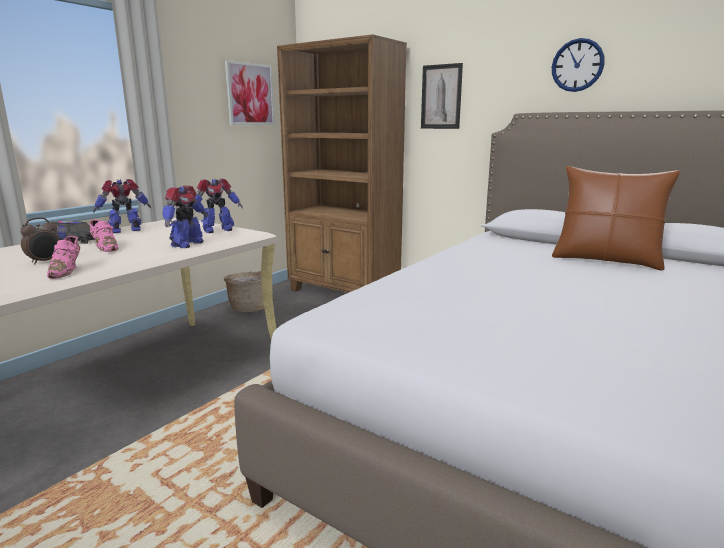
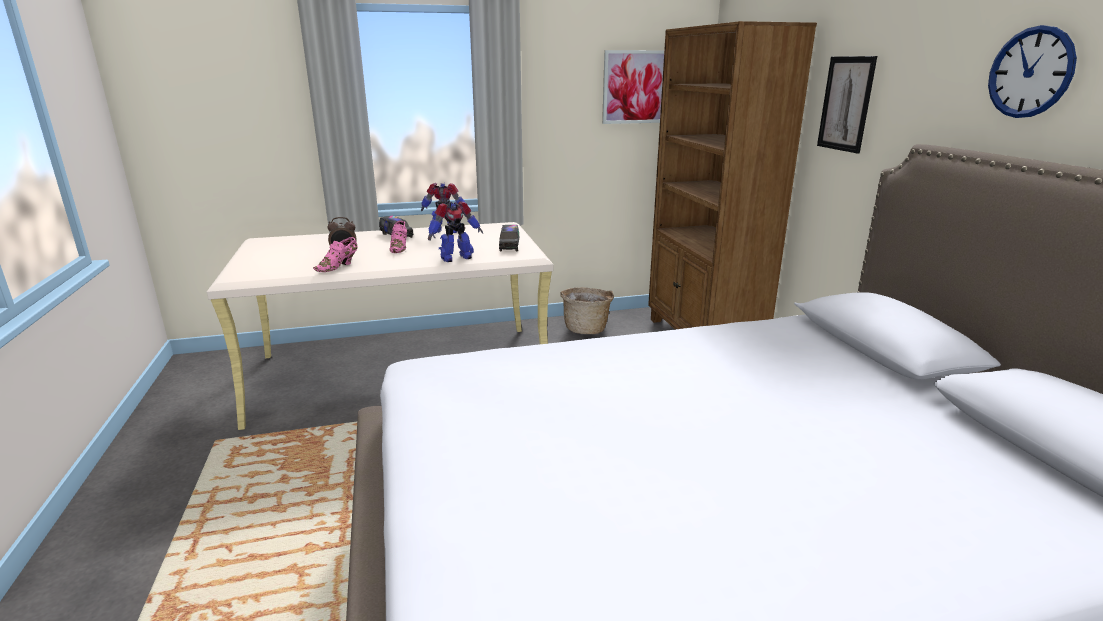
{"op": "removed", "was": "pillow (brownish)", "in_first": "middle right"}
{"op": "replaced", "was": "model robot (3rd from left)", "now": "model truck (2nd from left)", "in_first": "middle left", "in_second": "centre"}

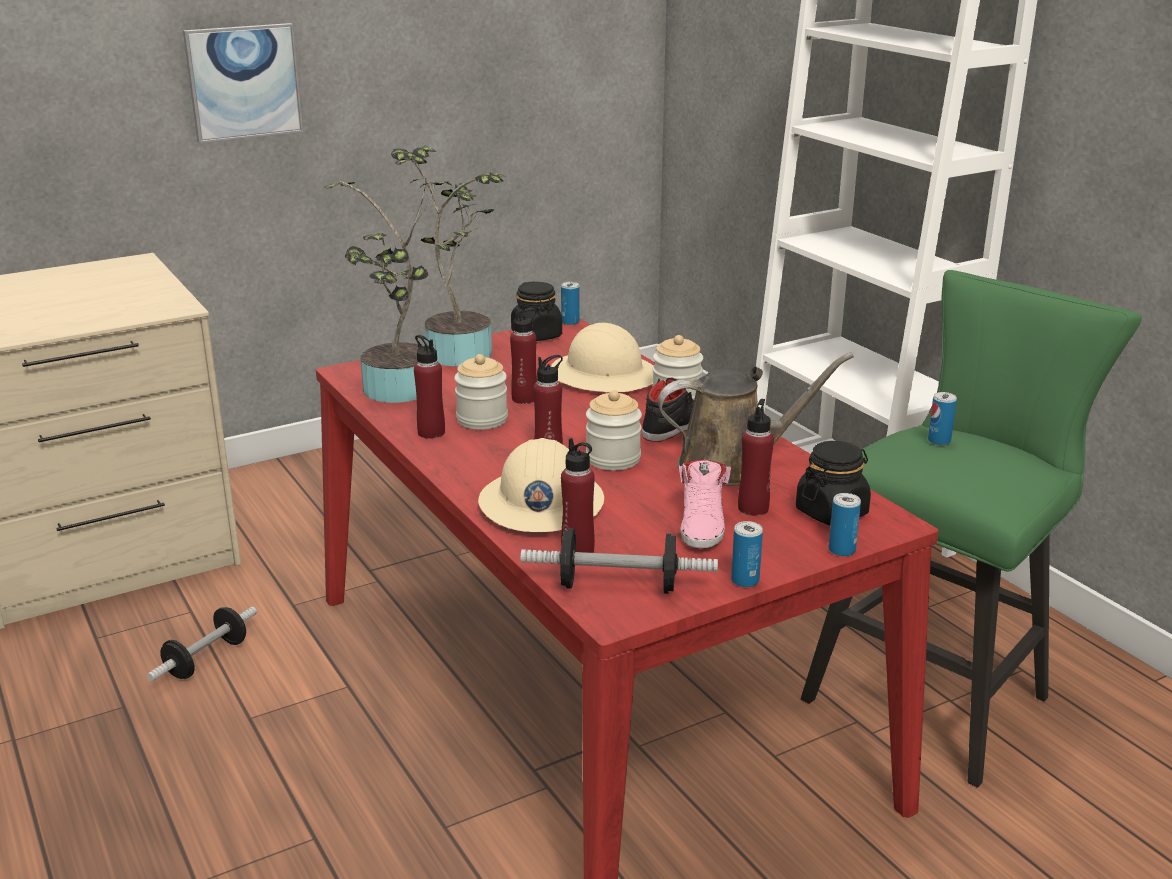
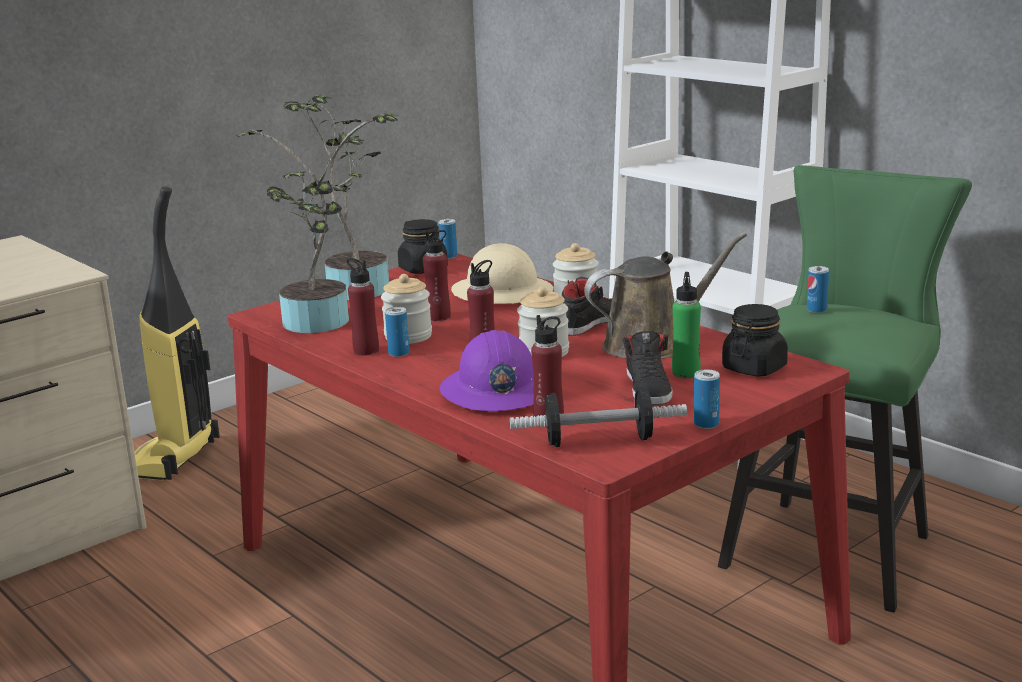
{"op": "removed", "was": "free weight (1st from left)", "in_first": "bottom left"}
{"op": "removed", "was": "wall picture", "in_first": "top left"}
{"op": "added", "now": "hoover", "in_second": "middle left"}
{"op": "moved", "was": "can (3rd from left in the first image)", "now": "can (1st from left)", "in_first": "middle right", "in_second": "centre"}
{"op": "recoloured", "was": "hard hat (beige) (1st from left)", "now": "hard hat (purple)", "in_first": "centre", "in_second": "centre"}
{"op": "recoloured", "was": "item of footwear (pink-coloured)", "now": "item of footwear (blackish) (2nd from left)", "in_first": "centre", "in_second": "centre"}
{"op": "recoloured", "was": "bottle (reddish) (5th from left)", "now": "bottle (green)", "in_first": "centre", "in_second": "middle right"}

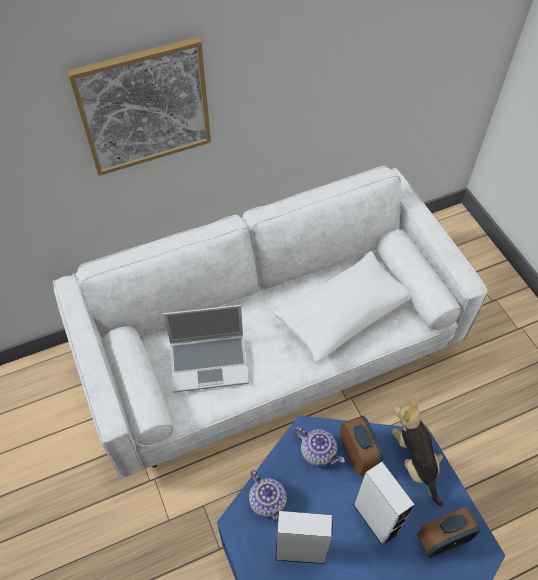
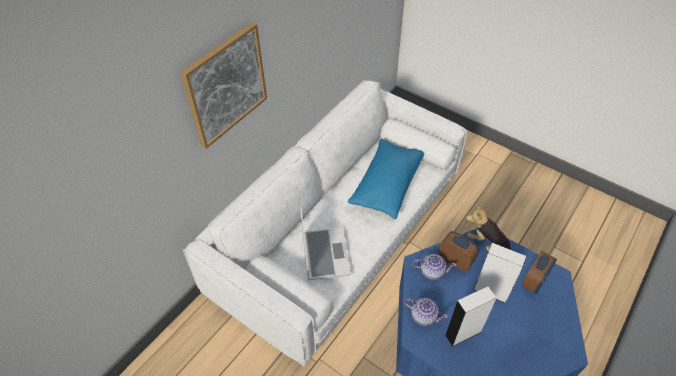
{"op": "recoloured", "was": "pillow (white-coloured)", "now": "pillow (bluish)", "in_first": "centre", "in_second": "centre"}
{"op": "turned", "was": "laptop", "in_first": "centre", "in_second": "centre", "clockwise": -60}

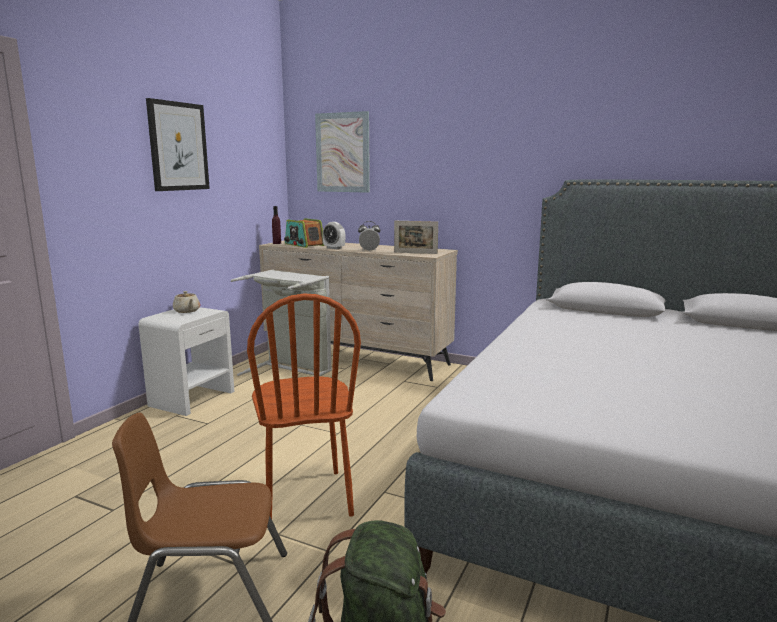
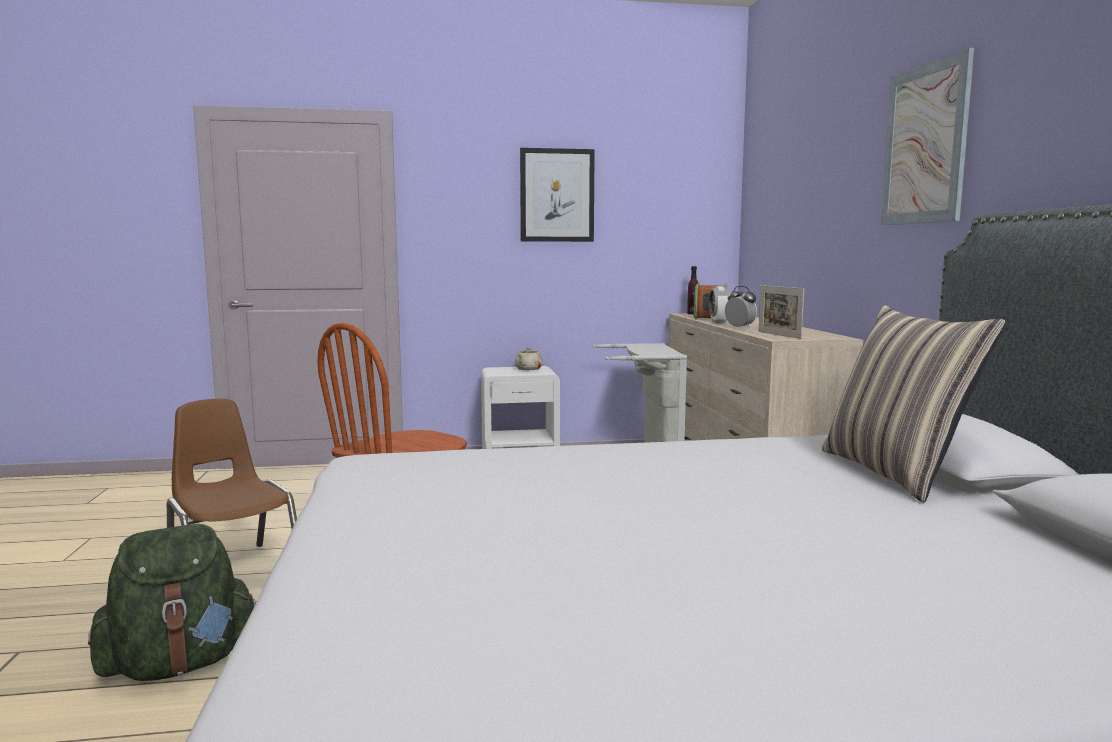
{"op": "added", "now": "pillow", "in_second": "middle right"}
{"op": "moved", "was": "wall picture (2nd from left)", "in_first": "top centre", "in_second": "top right"}

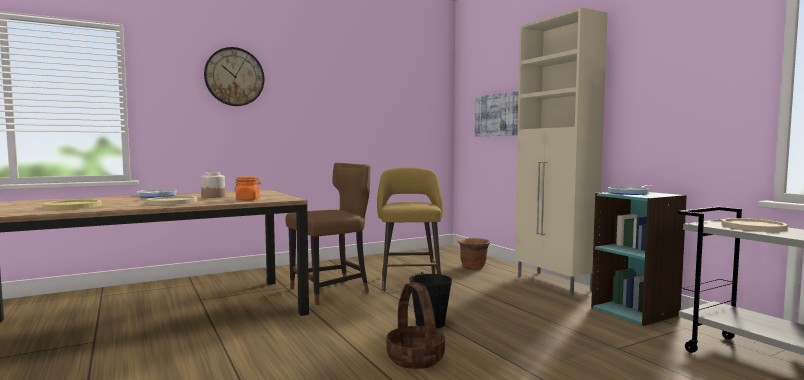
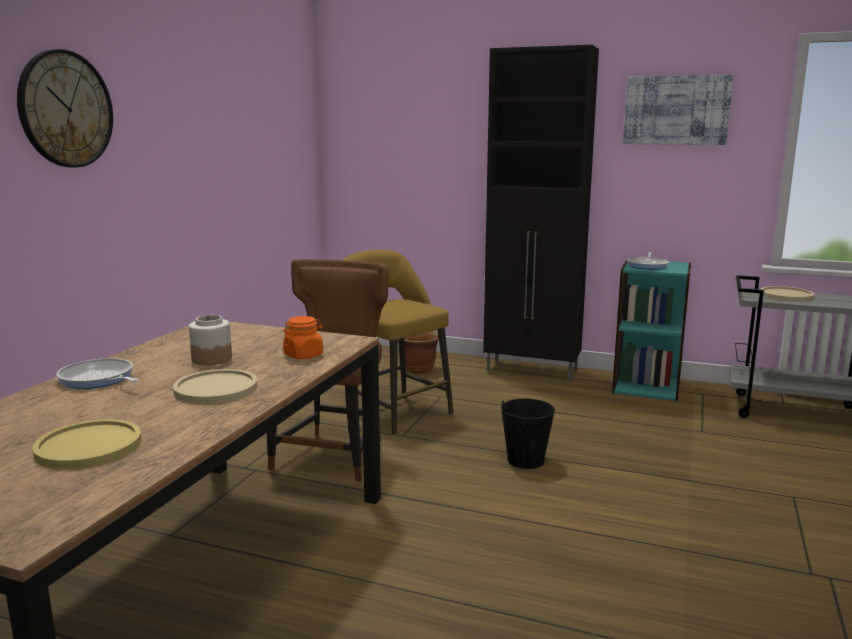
{"op": "removed", "was": "storage basket", "in_first": "bottom centre"}
{"op": "moved", "was": "wall picture", "in_first": "top centre", "in_second": "top right"}
{"op": "recoloured", "was": "cupboard (beige)", "now": "cupboard (blackish)", "in_first": "middle right", "in_second": "centre"}

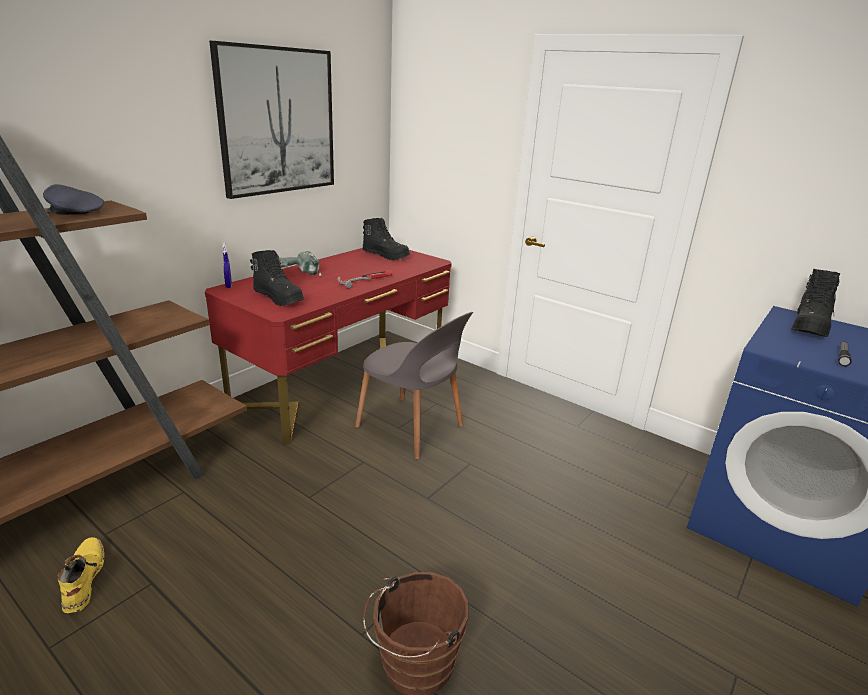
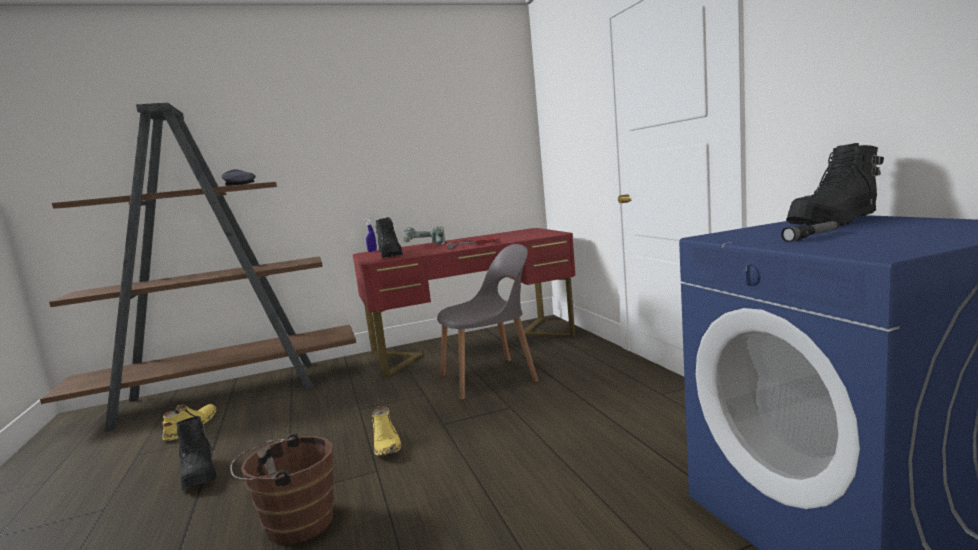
{"op": "removed", "was": "wall picture", "in_first": "top left"}
{"op": "added", "now": "tall boot (yellow) (2nd from left)", "in_second": "bottom centre"}
{"op": "moved", "was": "tall boot (blackish) (2nd from left in the first image)", "now": "tall boot (blackish) (1st from left)", "in_first": "centre", "in_second": "bottom left"}
{"op": "turned", "was": "plain chair (gray)", "in_first": "centre", "in_second": "centre", "clockwise": -90}

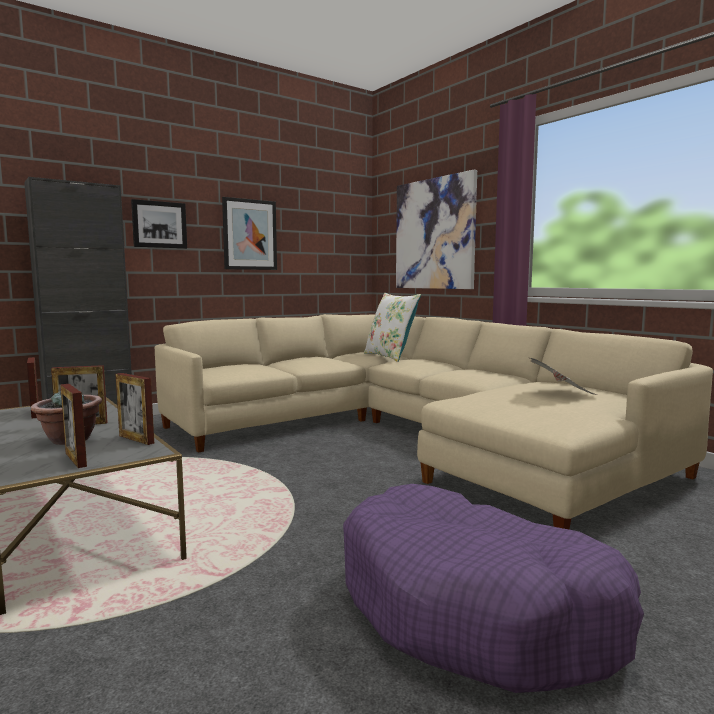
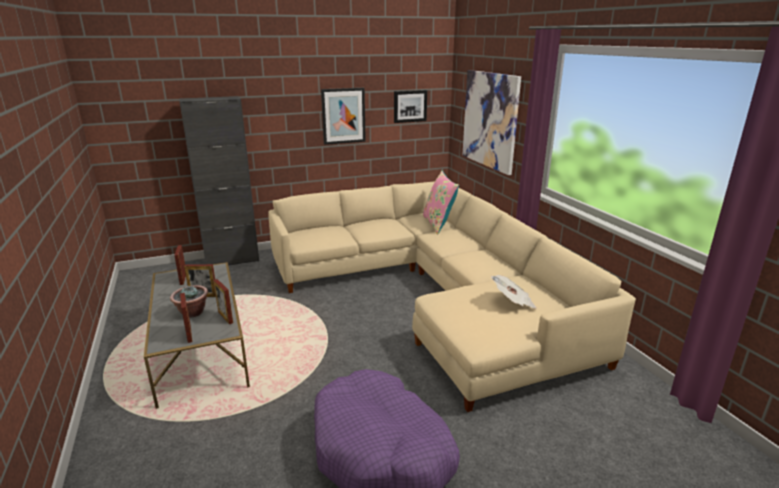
{"op": "moved", "was": "wall picture (1st from left in the first image)", "now": "wall picture (2nd from left)", "in_first": "top left", "in_second": "top centre"}
{"op": "recoloured", "was": "pillow (white-coloured)", "now": "pillow (pink-coloured)", "in_first": "centre", "in_second": "centre"}

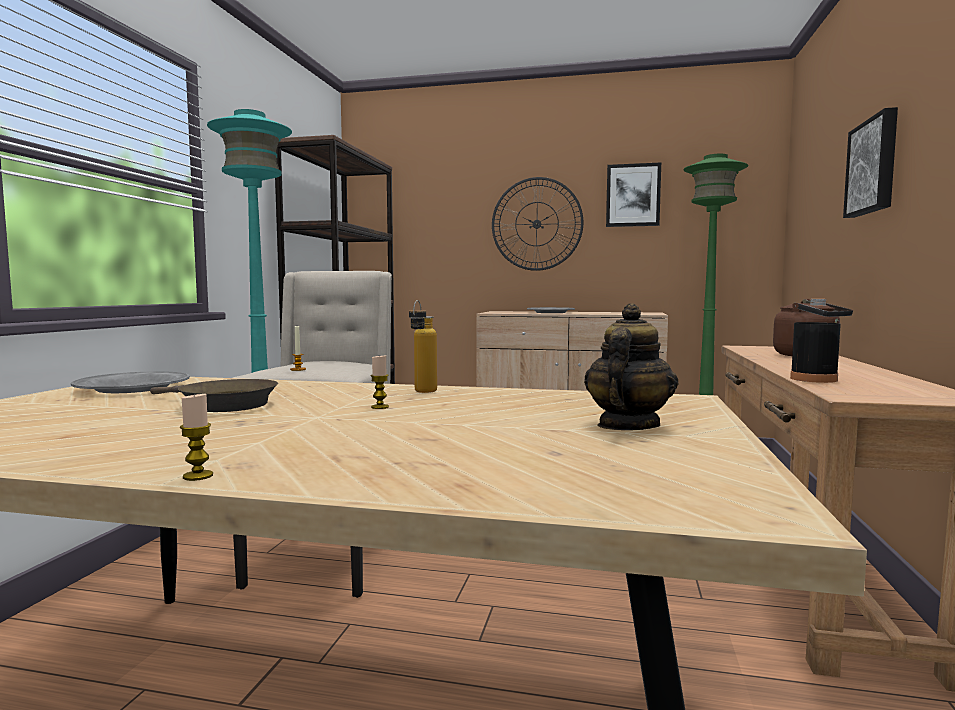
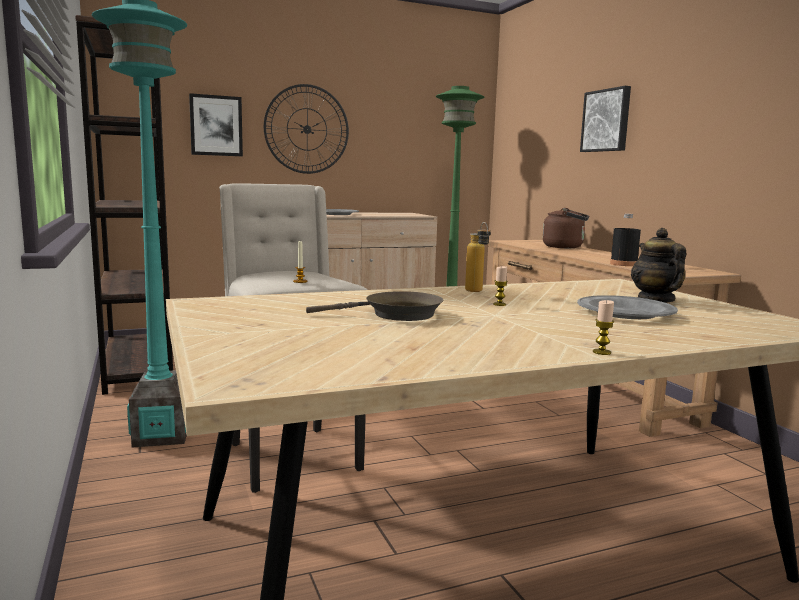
{"op": "moved", "was": "plate (gray) (1st from left in the first image)", "now": "plate (gray) (2nd from left)", "in_first": "middle left", "in_second": "middle right"}
{"op": "moved", "was": "wall picture (1st from left)", "in_first": "top centre", "in_second": "top left"}

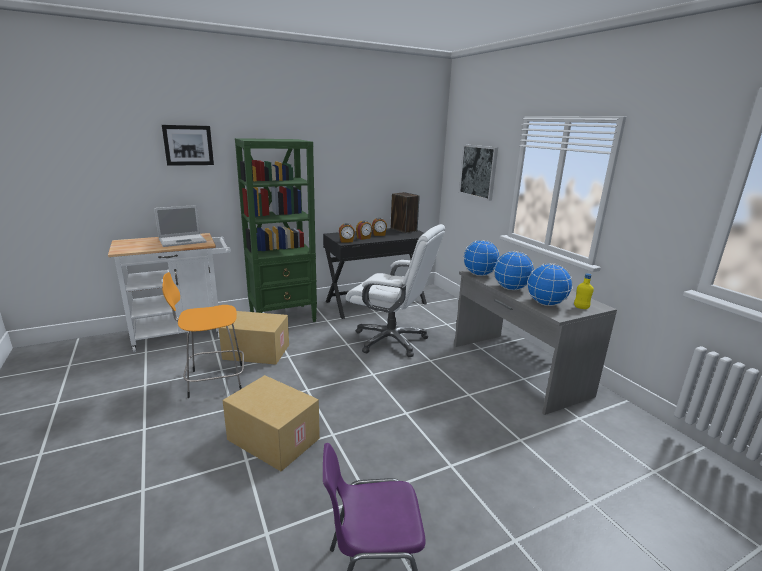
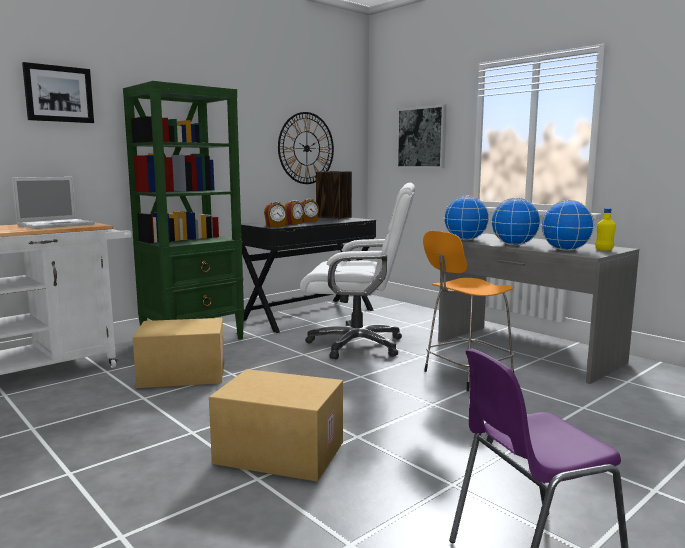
{"op": "added", "now": "wall clock", "in_second": "top centre"}
{"op": "moved", "was": "sitting stool (orange)", "in_first": "middle left", "in_second": "middle right"}

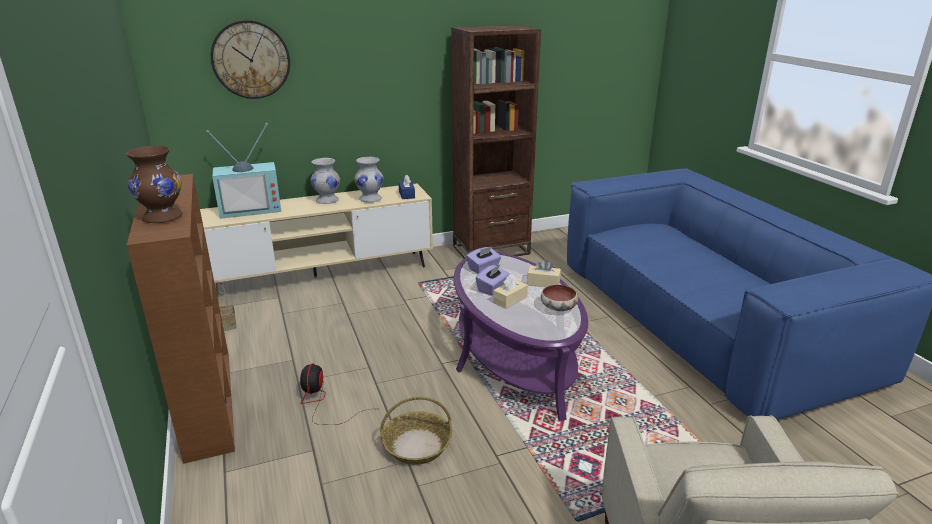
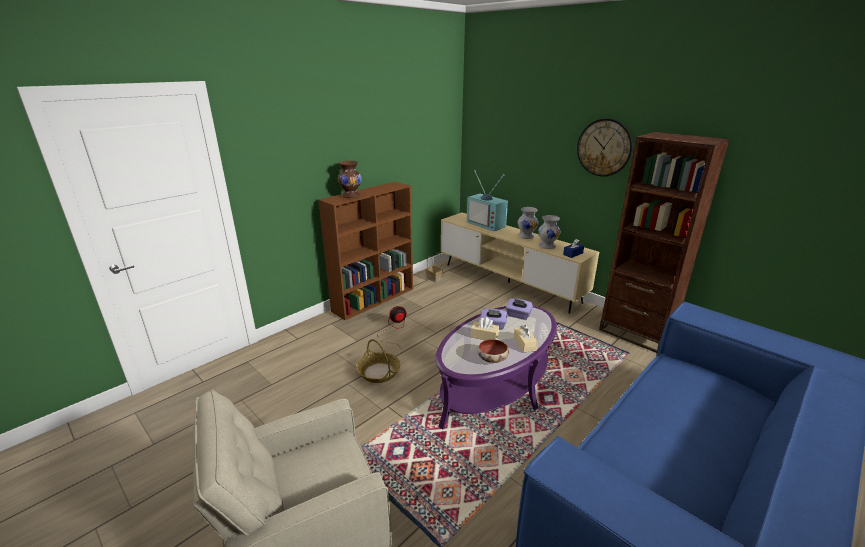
{"op": "moved", "was": "wall clock", "in_first": "top left", "in_second": "top right"}

